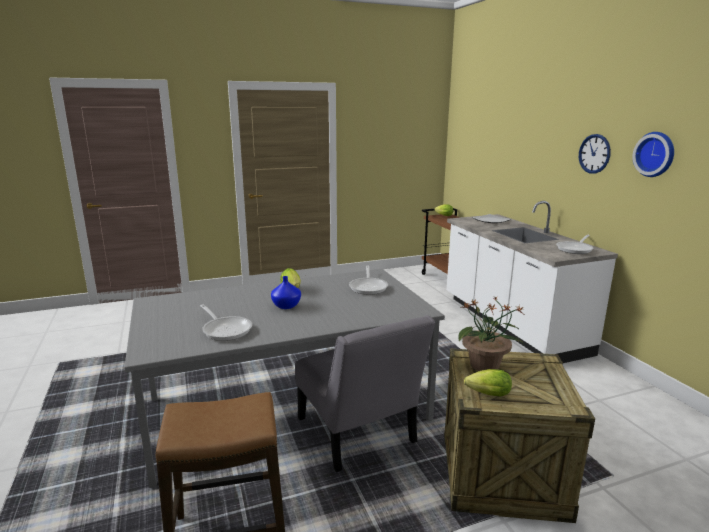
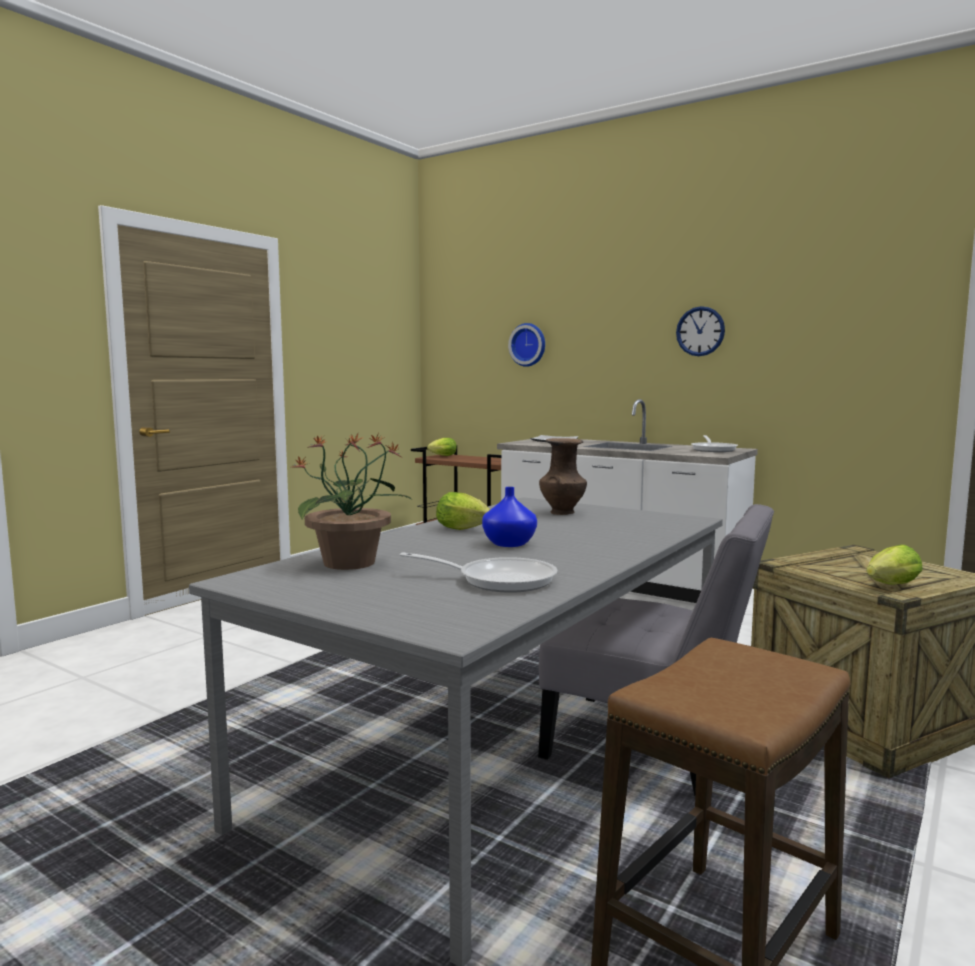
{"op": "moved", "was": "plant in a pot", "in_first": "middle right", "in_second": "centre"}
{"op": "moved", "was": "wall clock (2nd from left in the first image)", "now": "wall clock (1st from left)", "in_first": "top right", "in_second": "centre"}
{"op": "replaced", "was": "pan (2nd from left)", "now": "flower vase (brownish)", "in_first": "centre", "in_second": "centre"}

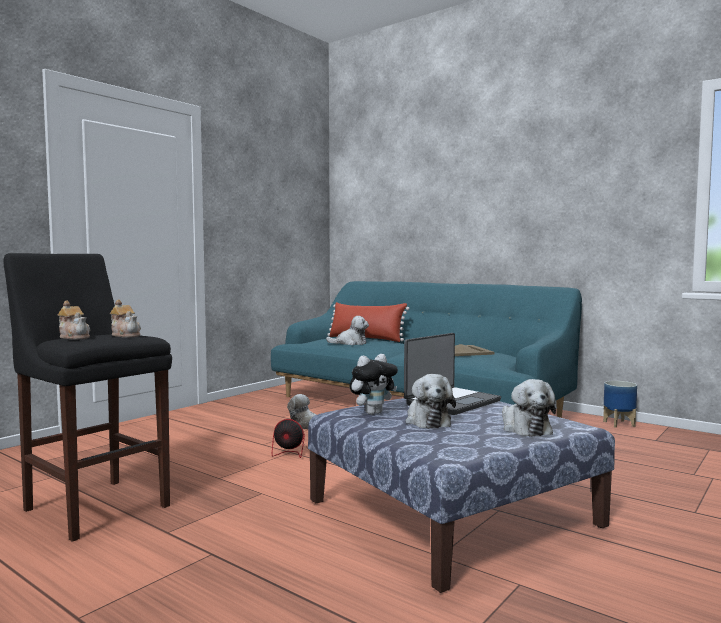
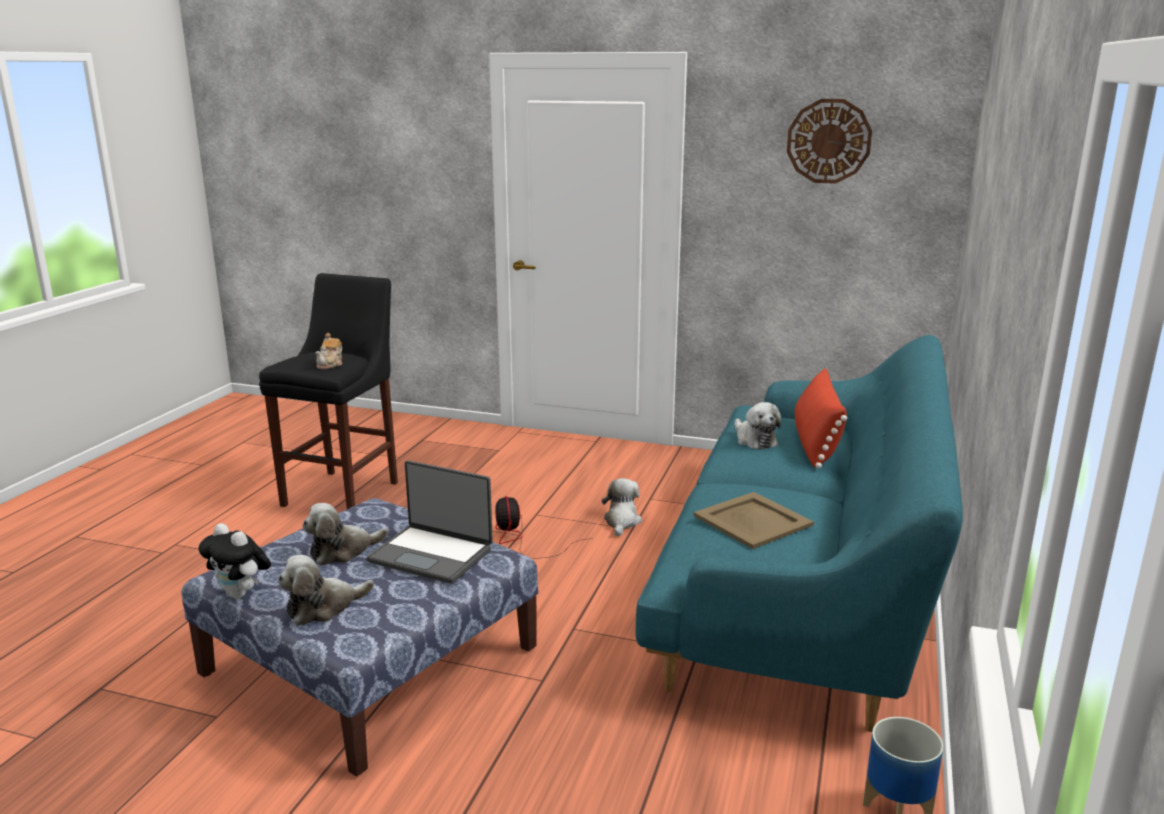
{"op": "removed", "was": "tea pot (1st from left)", "in_first": "middle left"}
{"op": "added", "now": "wall clock", "in_second": "top right"}
{"op": "moved", "was": "cuddly toy (3rd from left in the first image)", "now": "cuddly toy (1st from left)", "in_first": "centre", "in_second": "bottom left"}

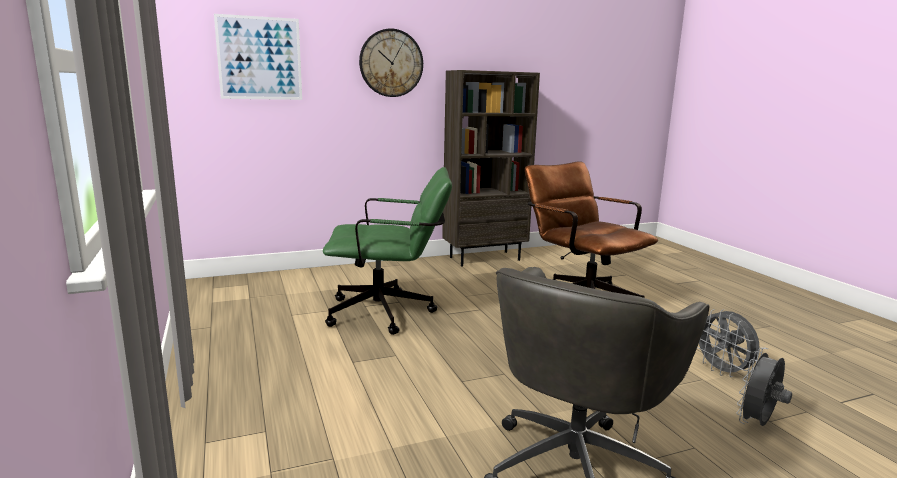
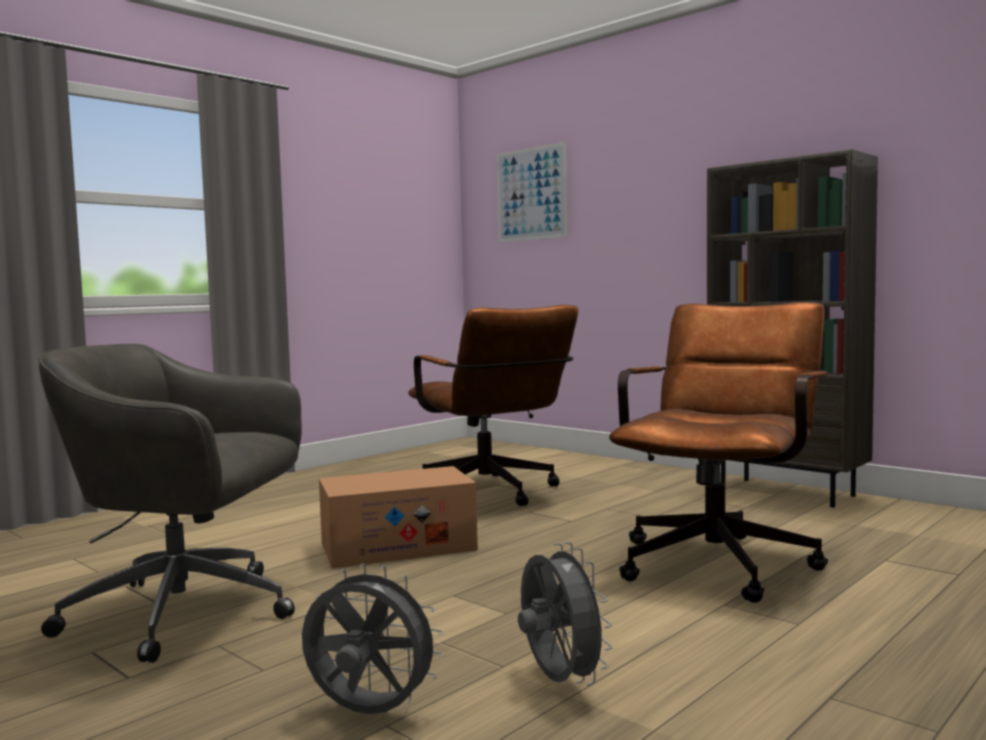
{"op": "removed", "was": "wall clock", "in_first": "top centre"}
{"op": "added", "now": "packing box", "in_second": "bottom centre"}
{"op": "recoloured", "was": "office chair (green)", "now": "office chair (brownish) (1st from left)", "in_first": "centre", "in_second": "centre"}
{"op": "turned", "was": "cooling fan (gray) (1st from left in the first image)", "in_first": "bottom right", "in_second": "bottom centre", "clockwise": 120}

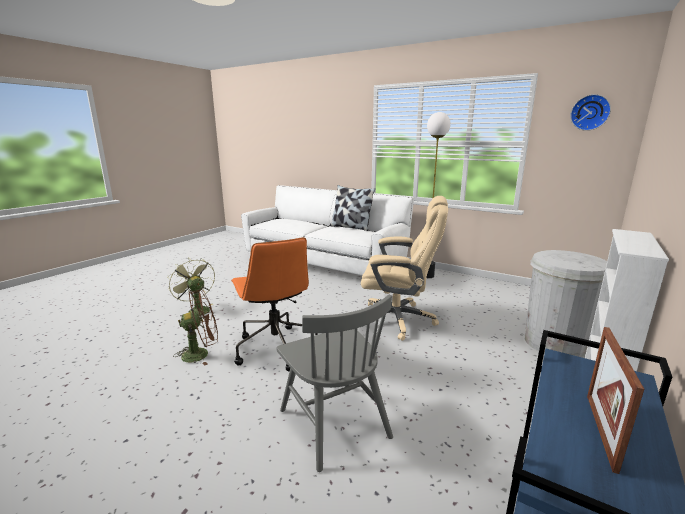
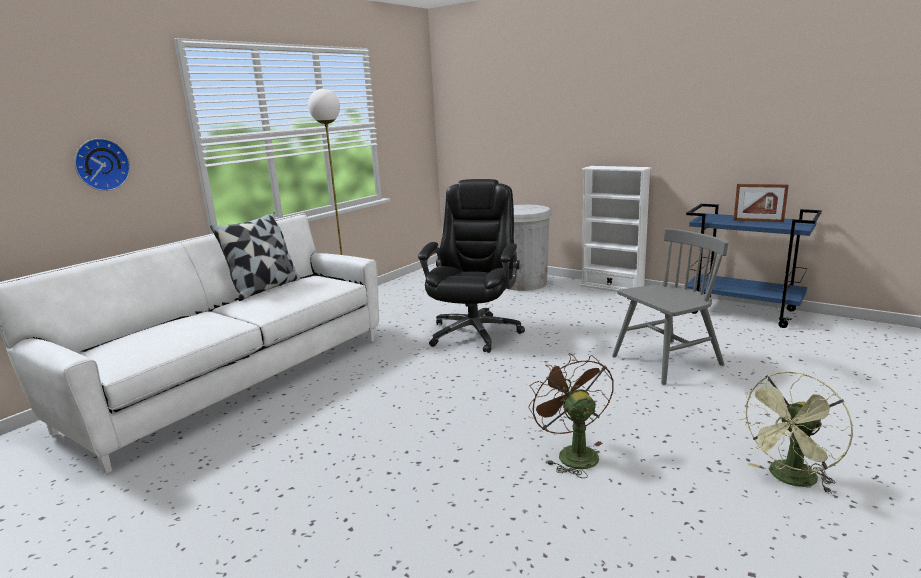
{"op": "removed", "was": "office chair (orange)", "in_first": "centre"}
{"op": "moved", "was": "cooling fan (green)", "in_first": "middle left", "in_second": "bottom right"}
{"op": "moved", "was": "wall clock", "in_first": "top right", "in_second": "top left"}
{"op": "recoloured", "was": "office chair (beige)", "now": "office chair (blackish)", "in_first": "centre", "in_second": "centre"}

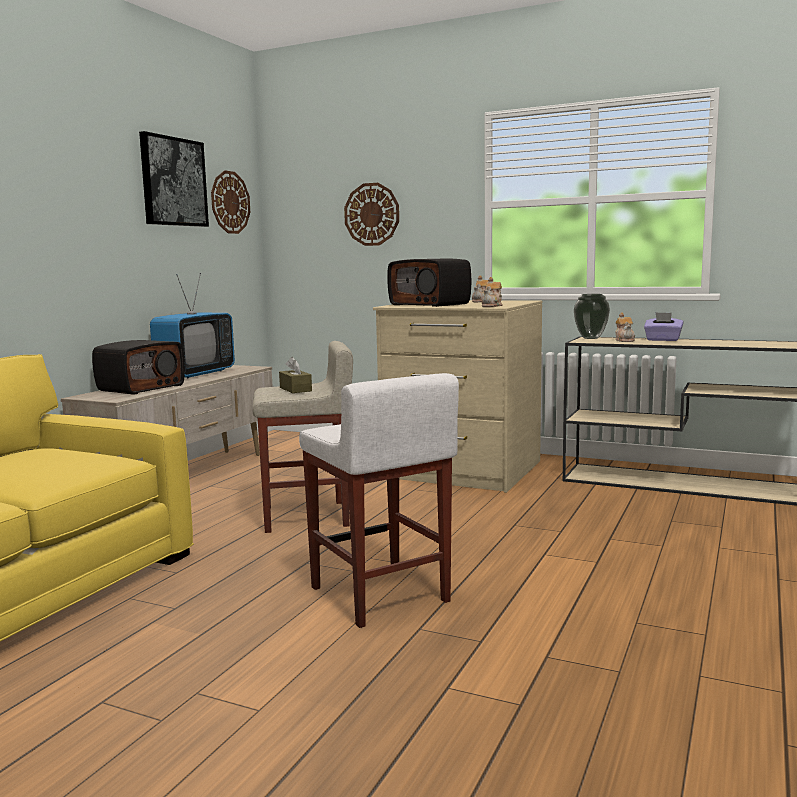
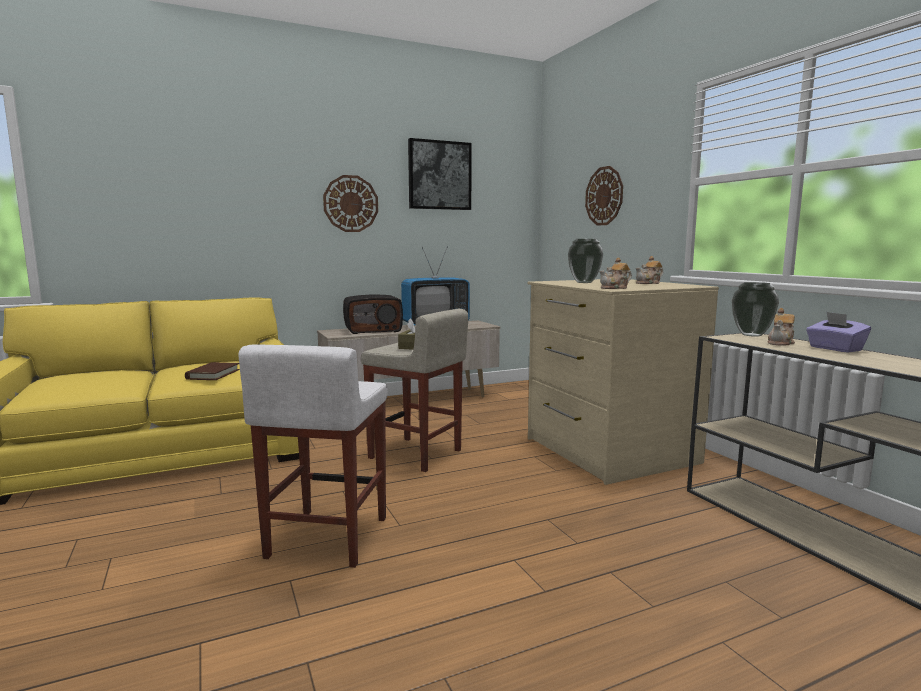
{"op": "added", "now": "volume (brownish)", "in_second": "middle left"}
{"op": "moved", "was": "wall clock (1st from left)", "in_first": "top left", "in_second": "top centre"}
{"op": "replaced", "was": "radio set (2nd from left)", "now": "flower vase (1st from left)", "in_first": "centre", "in_second": "centre"}

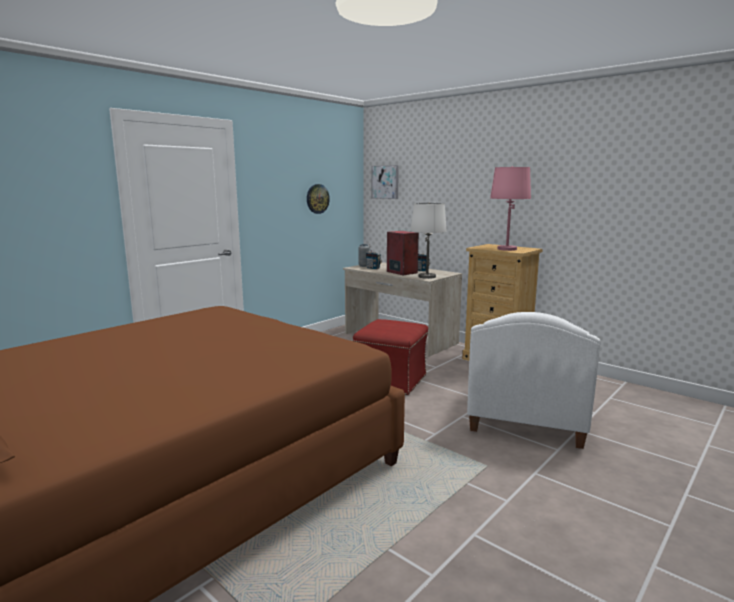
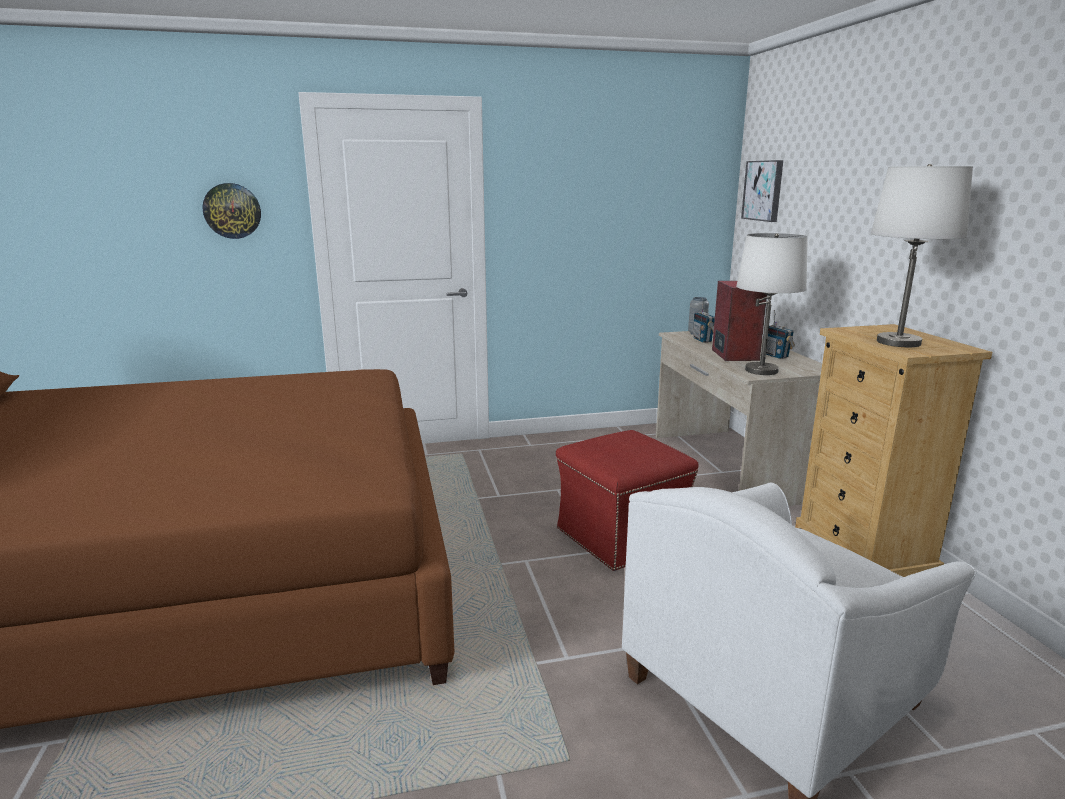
{"op": "moved", "was": "wall clock", "in_first": "top centre", "in_second": "top left"}
{"op": "recoloured", "was": "lamp for a table (pink-coloured)", "now": "lamp for a table (white-coloured) (2nd from left)", "in_first": "middle right", "in_second": "top right"}

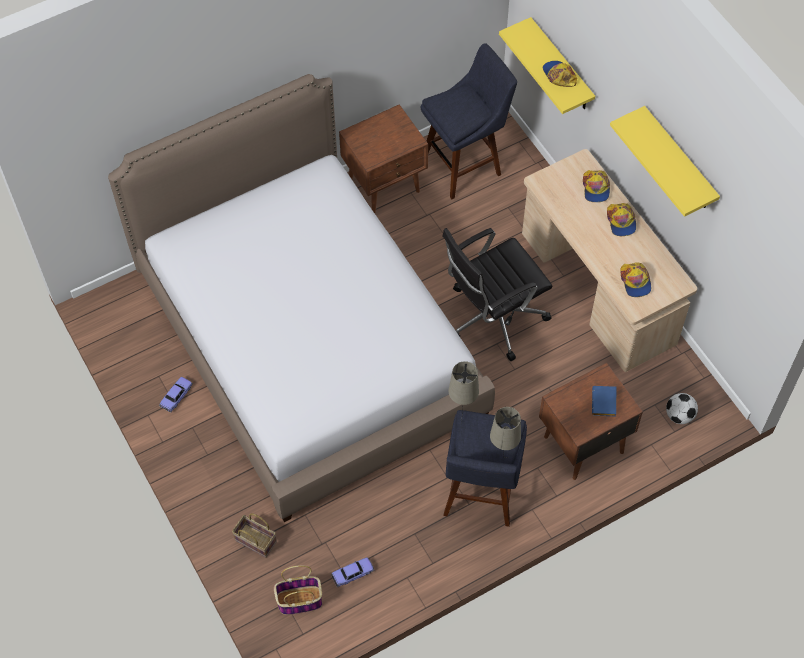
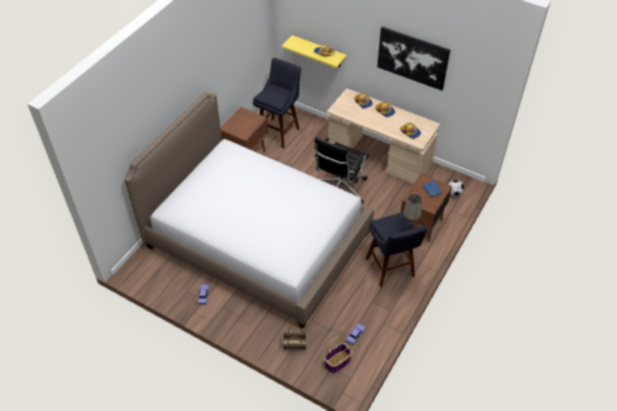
{"op": "removed", "was": "lamp for a table (beige) (1st from left)", "in_first": "centre"}
{"op": "replaced", "was": "shelf (yellow) (2nd from left)", "now": "wall picture", "in_first": "top right", "in_second": "top right"}

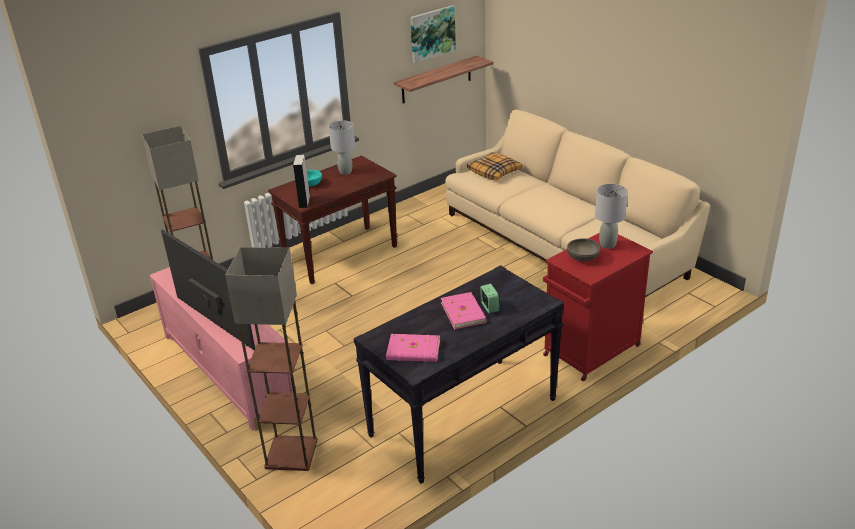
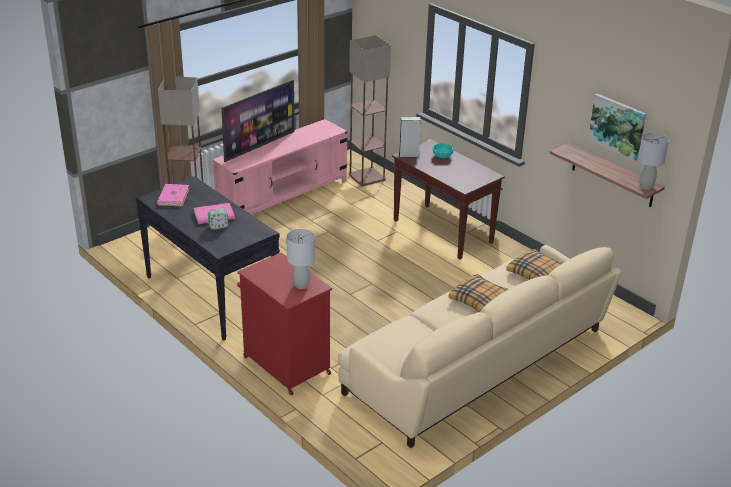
{"op": "removed", "was": "serving bowl (gray)", "in_first": "middle right"}
{"op": "added", "now": "pillow (1st from left)", "in_second": "centre"}
{"op": "moved", "was": "lamp for a table (gray) (1st from left in the first image)", "now": "lamp for a table (gray) (2nd from left)", "in_first": "top centre", "in_second": "top right"}

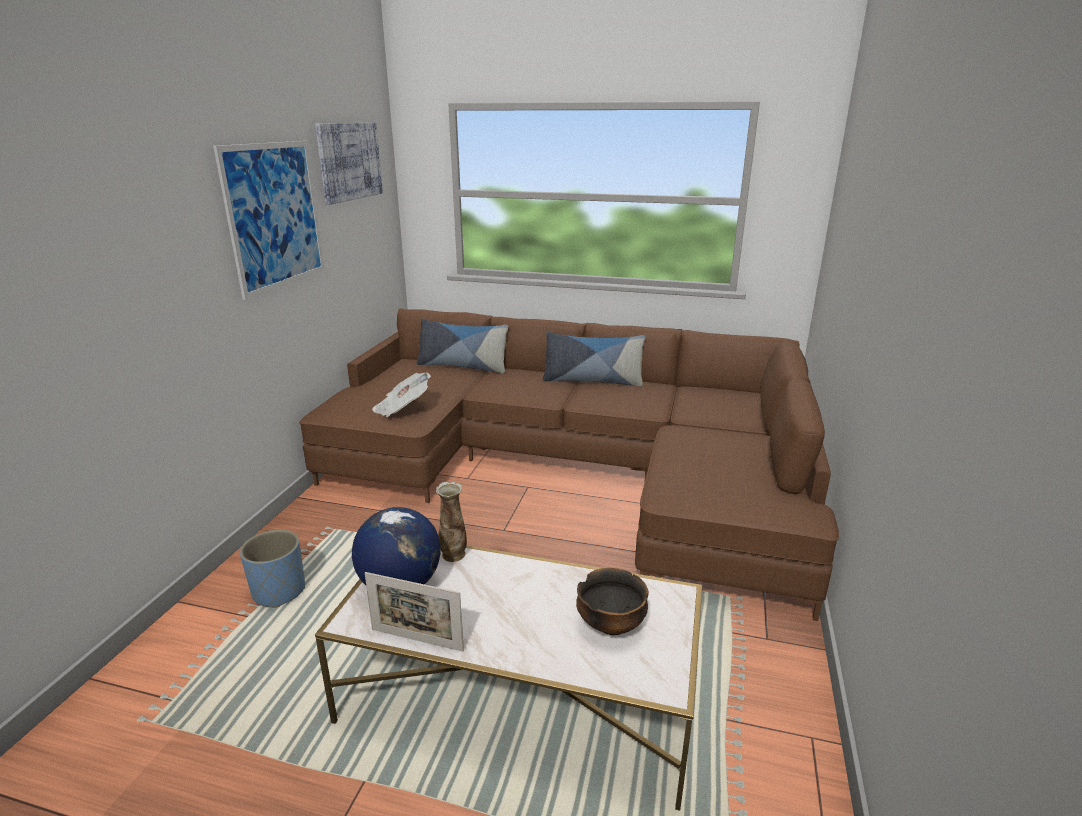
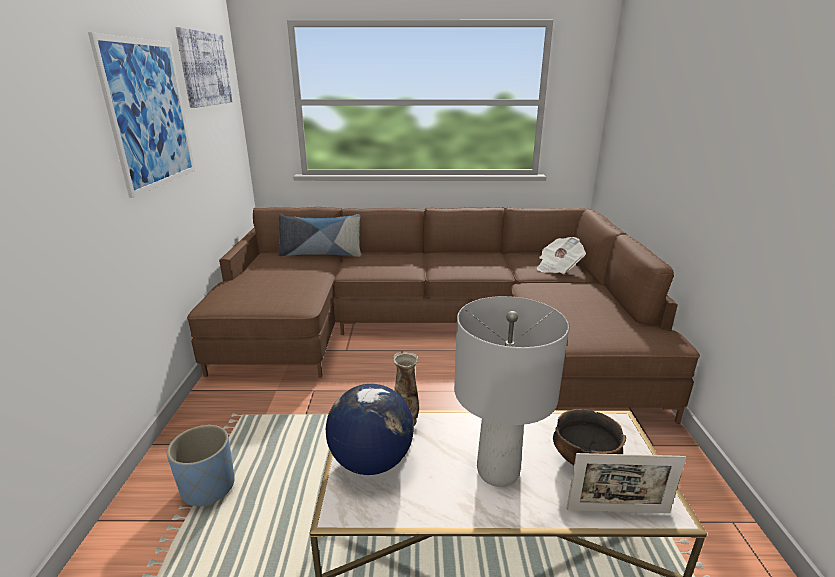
{"op": "removed", "was": "pillow (2nd from left)", "in_first": "centre"}
{"op": "added", "now": "lamp for a table (gray)", "in_second": "bottom centre"}
{"op": "moved", "was": "photo frame", "in_first": "bottom centre", "in_second": "bottom right"}
{"op": "moved", "was": "printed paper", "in_first": "centre", "in_second": "middle right"}

